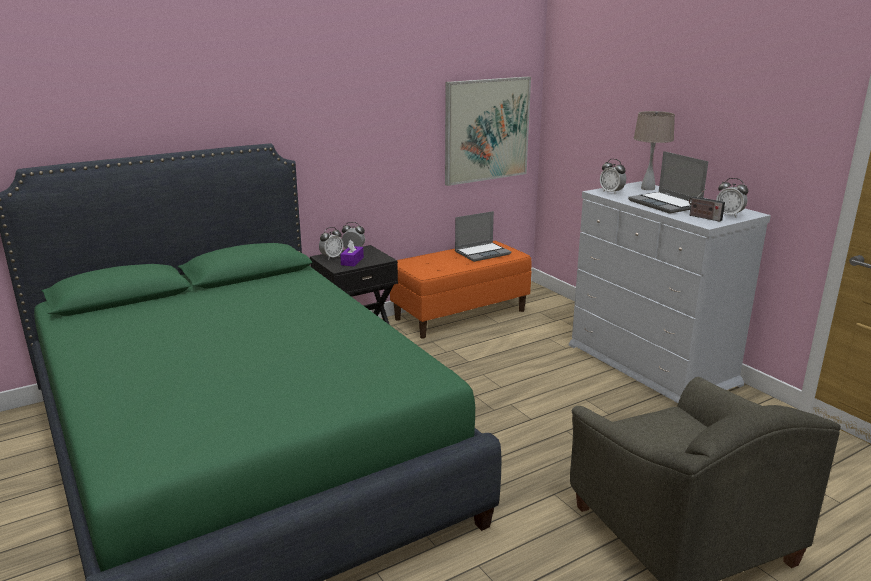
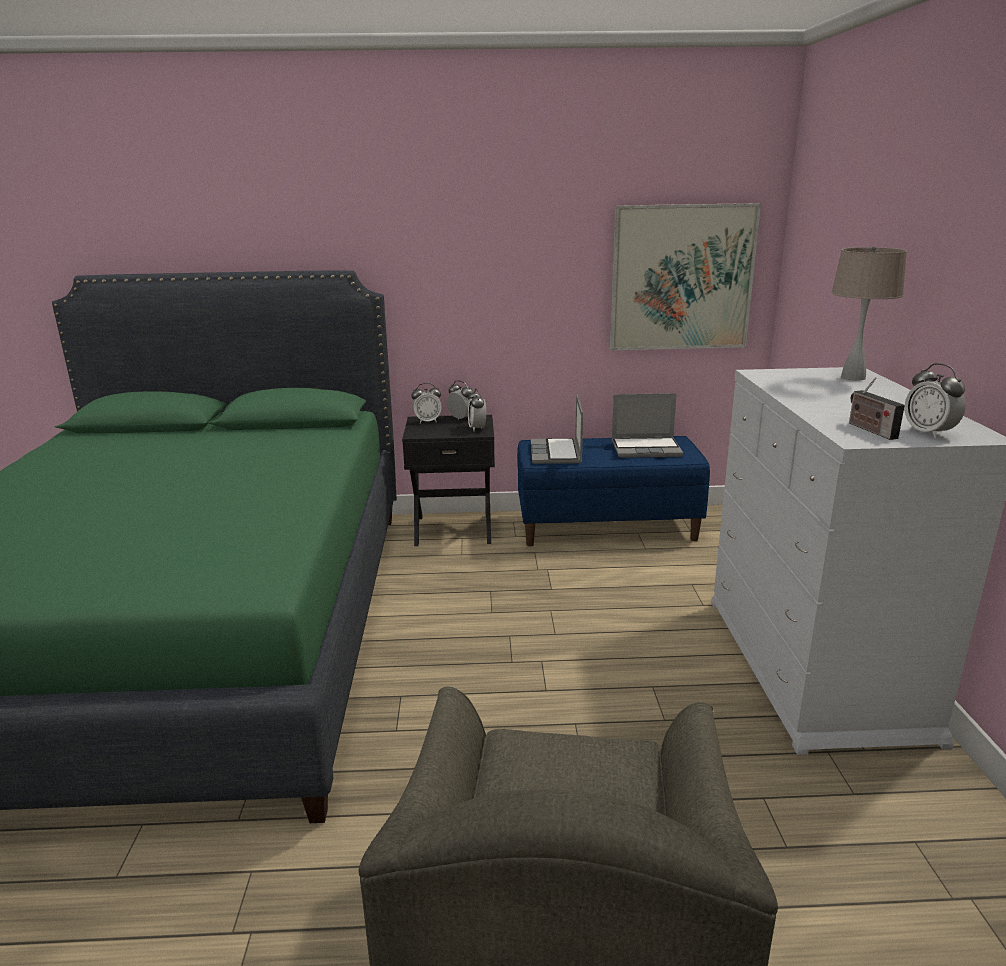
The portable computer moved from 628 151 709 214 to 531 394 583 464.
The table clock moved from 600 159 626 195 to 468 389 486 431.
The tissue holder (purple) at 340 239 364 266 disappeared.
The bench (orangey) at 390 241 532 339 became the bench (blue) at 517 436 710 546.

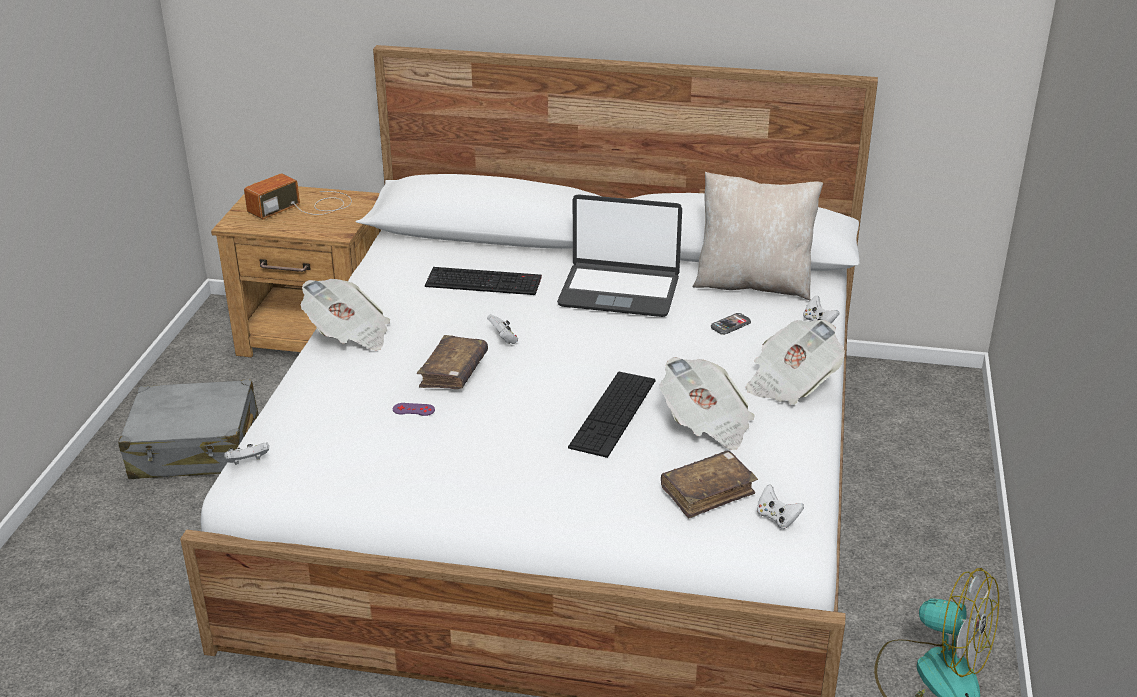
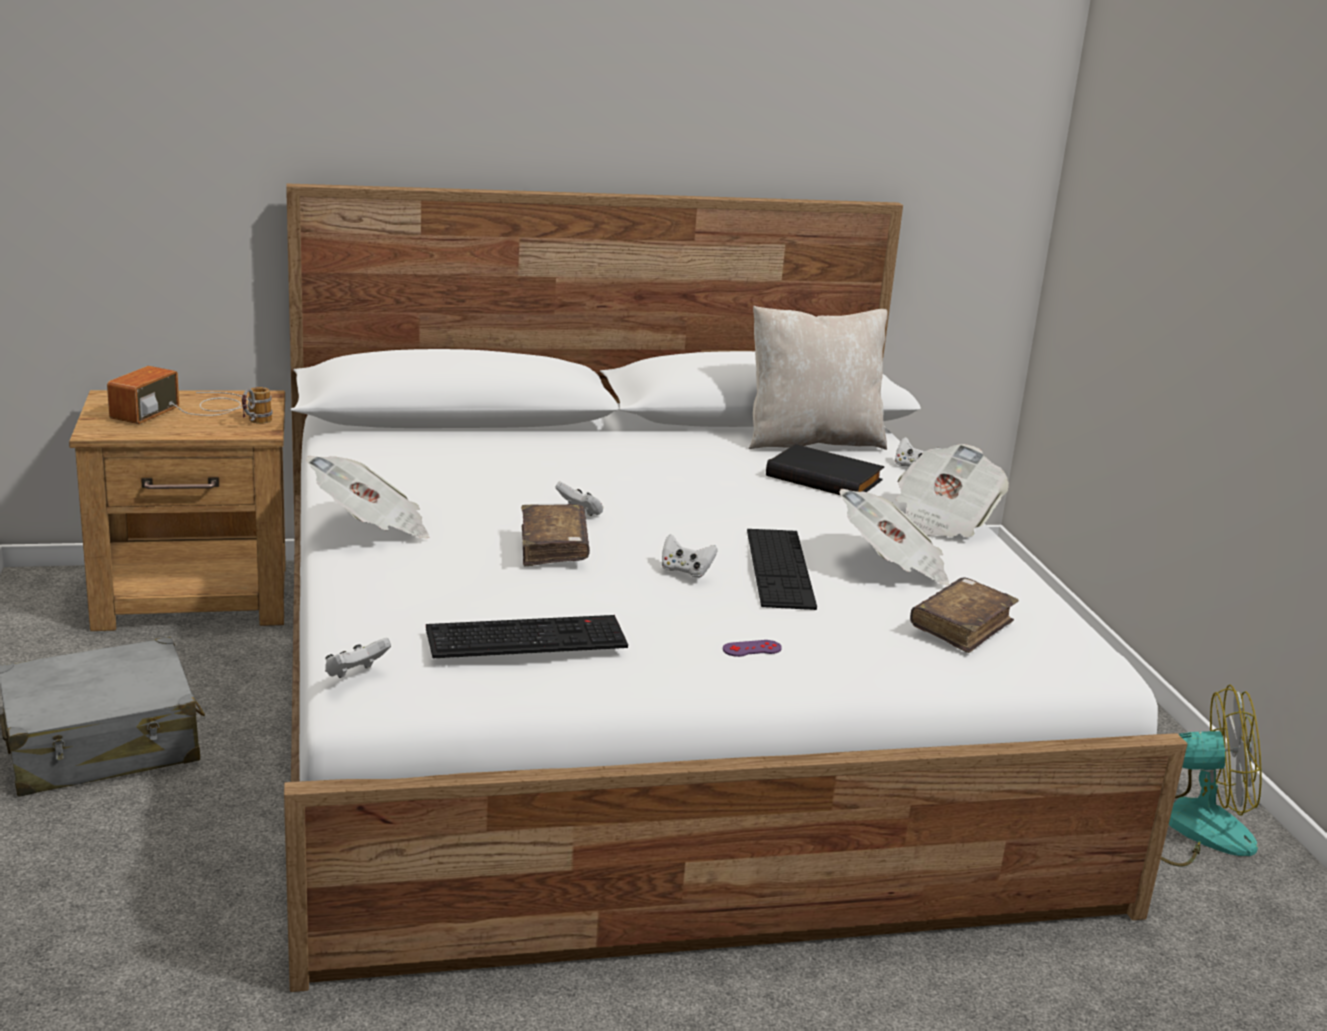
The portable computer at 557 194 682 317 disappeared.
The computer keyboard moved from 425 267 542 295 to 426 615 628 658.
The handset at 711 313 751 335 was replaced by the volume (black) at 766 444 884 495.
The joypad (purple) moved from 393 403 435 416 to 723 640 782 657.
The joypad (white) moved from 757 484 804 529 to 662 534 718 578.
The tea mug at 241 387 273 424 appeared.

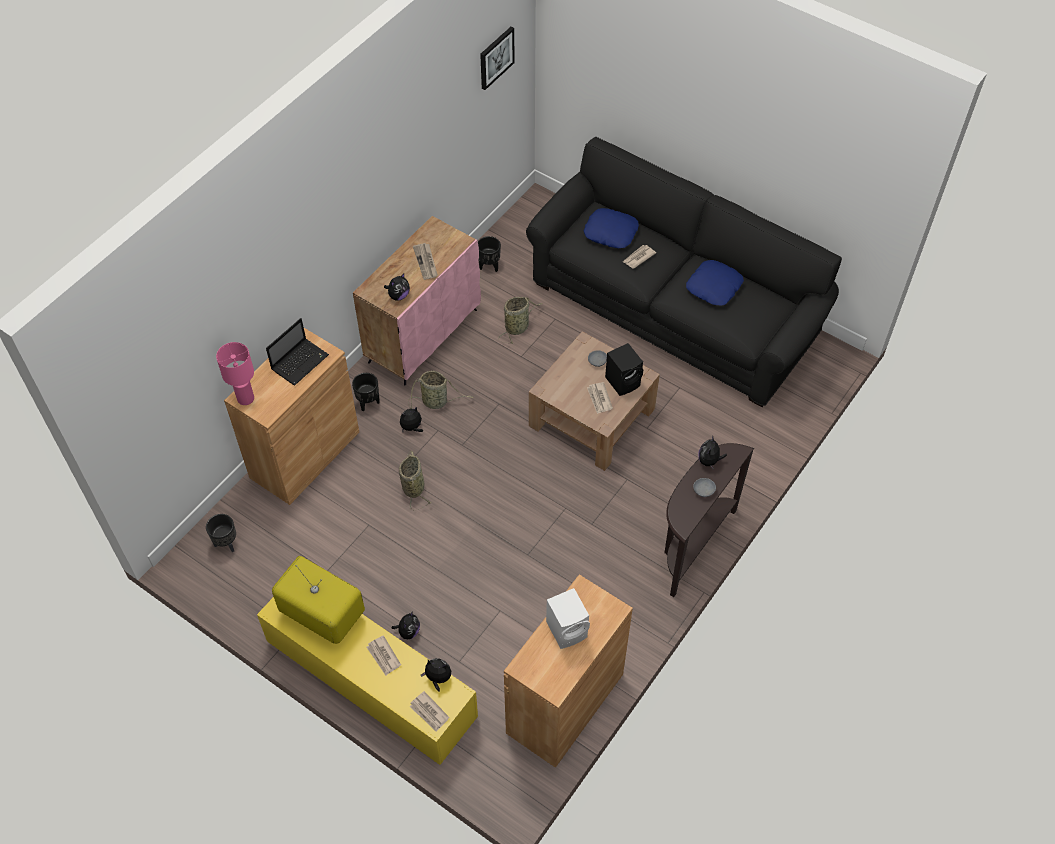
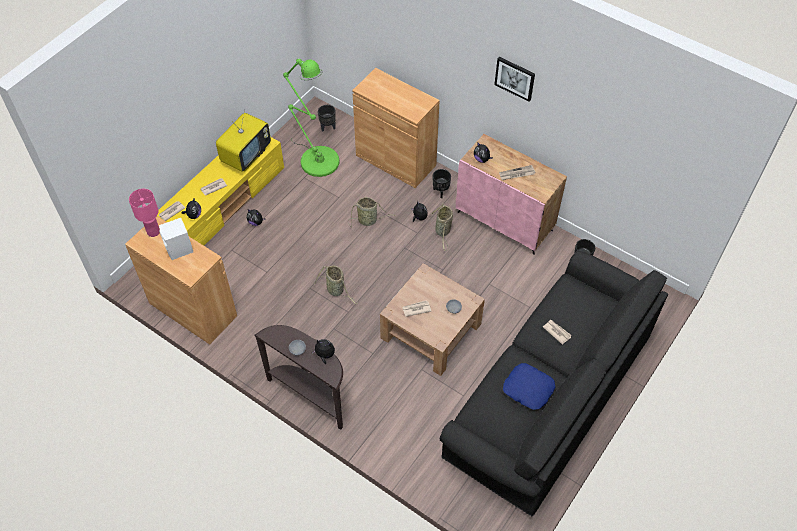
The wall art moved from 480 27 515 90 to 494 57 535 102.
The cushion (blue) at 584 208 639 248 disappeared.
The storage basket moved from 498 297 542 344 to 314 266 358 304.
The portable computer at 266 318 329 385 disappeared.
The lamp for a table (pinkish) moved from 216 342 254 405 to 129 189 160 237.
The loudspeaker (black) at 605 343 643 396 disappeared.
The standard lamp (greenish) at 283 59 339 177 appeared.

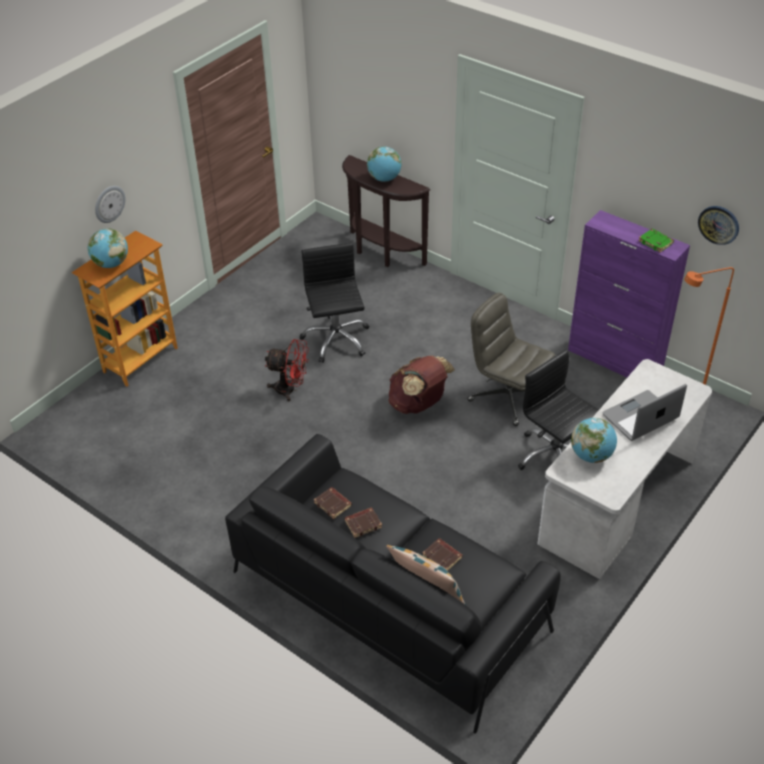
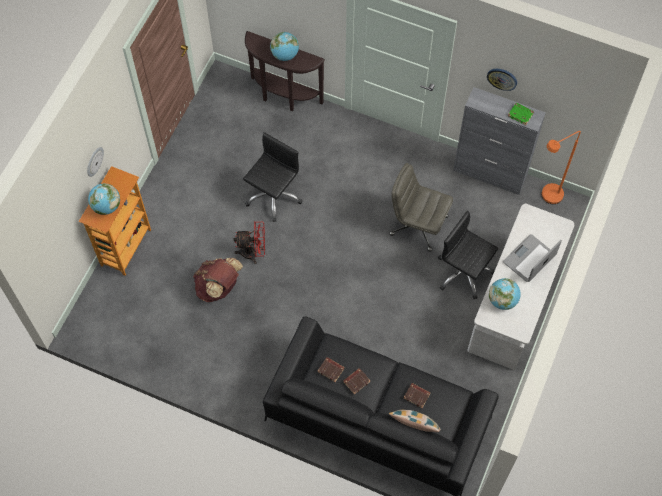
The clock on the wall moved from 698 206 739 245 to 487 69 517 91.
The storage cabinet (purple) at 568 210 690 377 became the storage cabinet (gray) at 453 87 546 195.
The office chair (black) at 299 243 369 363 turned 60 degrees clockwise.
The rucksack (brown) moved from 388 356 455 414 to 193 258 243 302.

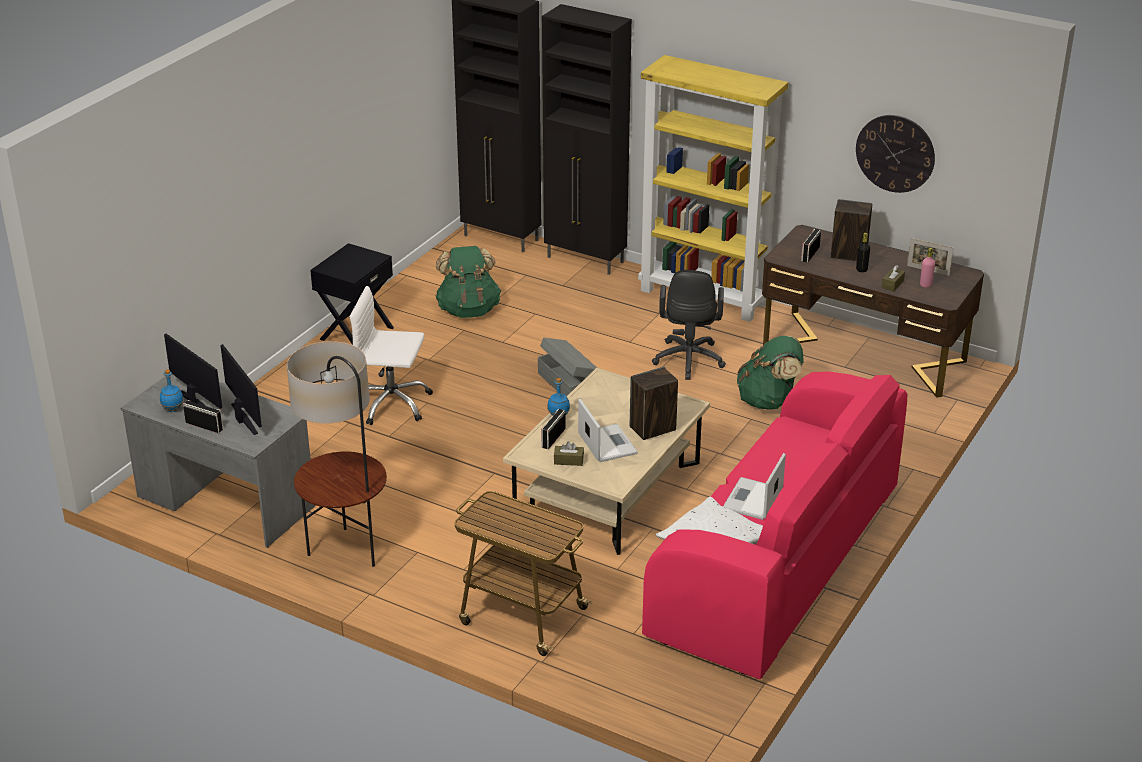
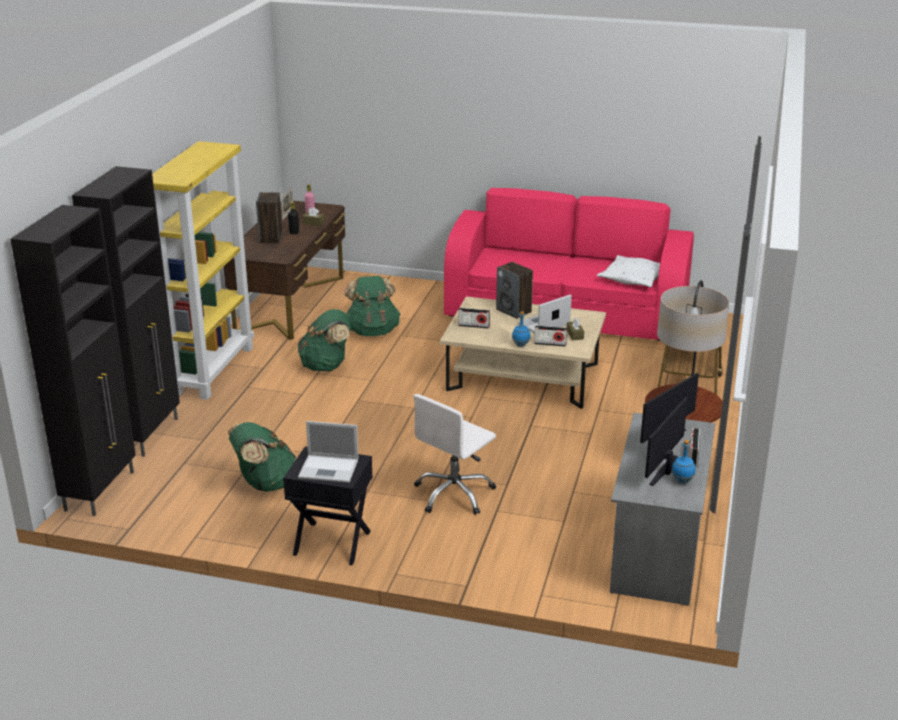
The clock on the wall at 856 115 935 193 disappeared.
The radio receiver moved from 801 229 821 262 to 458 308 490 329.
The office chair (black) at 652 270 726 380 was replaced by the rucksack (greenish) at 298 309 351 371.
The office chair (white) at 350 286 433 425 turned 45 degrees clockwise.
The storage box (gray) at 538 338 597 396 disappeared.
The portable computer moved from 723 453 786 520 to 298 421 358 483.

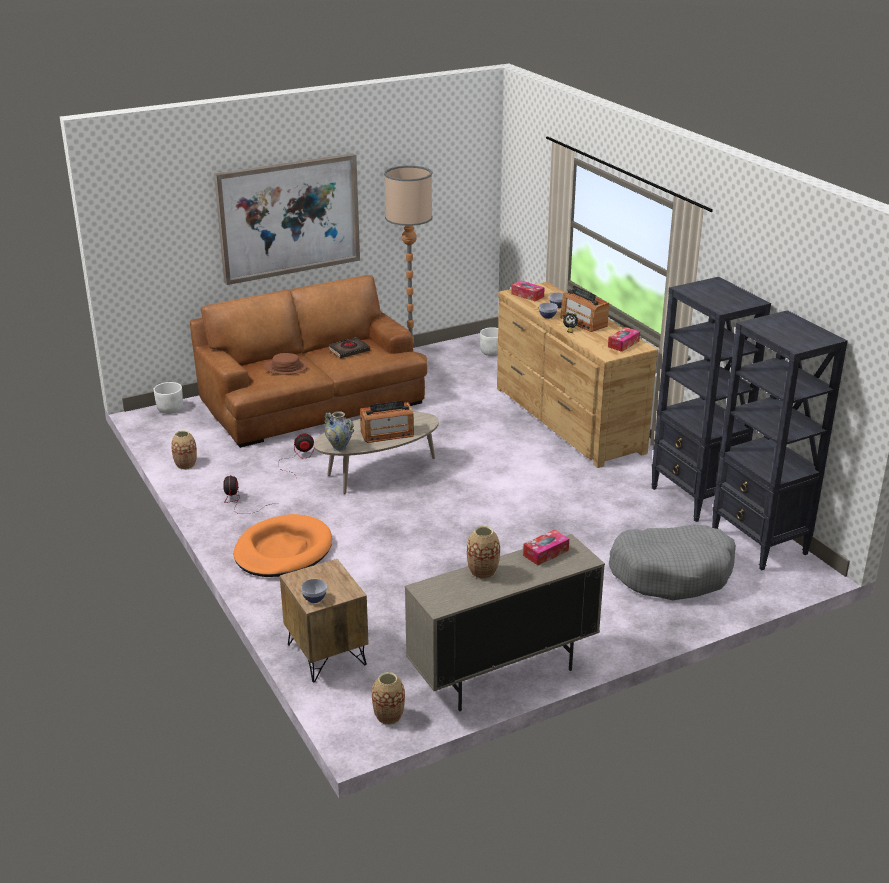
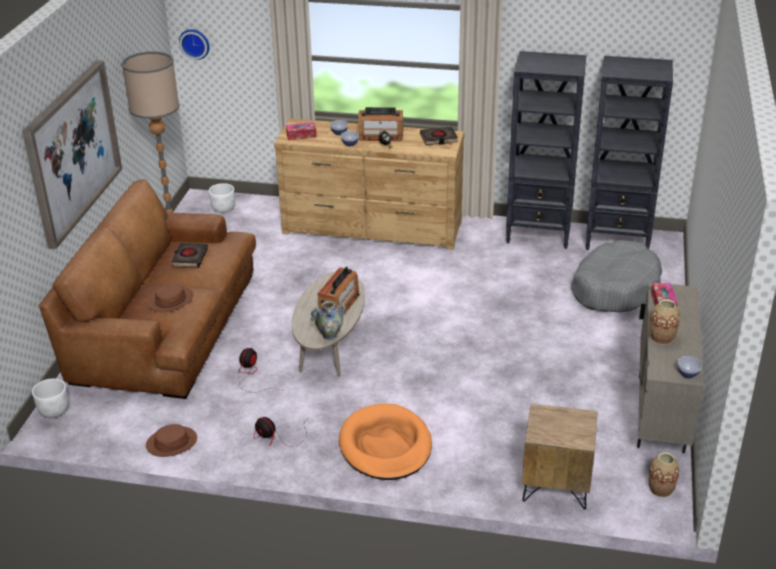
The tissue holder at 608 327 640 352 was replaced by the volume (black) at 420 127 458 145.
The flower vase at 171 430 197 470 was replaced by the wearable hat (brown) at 146 424 197 457.
The serving bowl moved from 301 579 327 603 to 678 356 702 378.
The clock on the wall at 179 29 209 60 appeared.

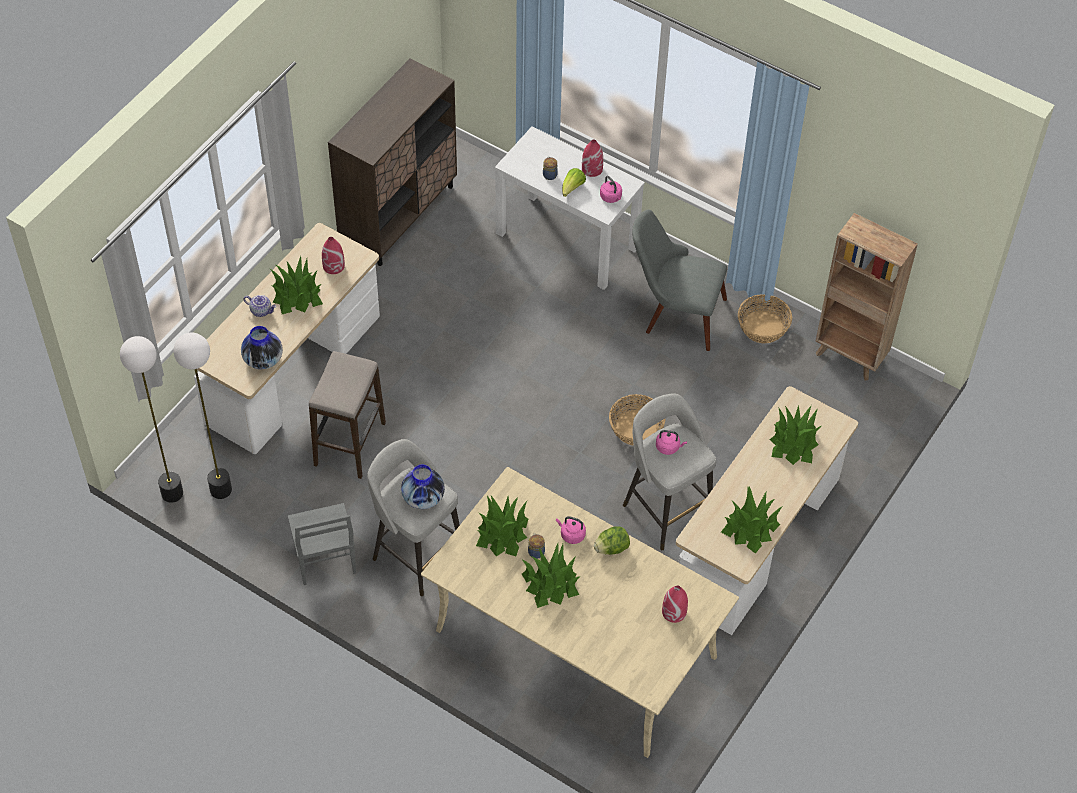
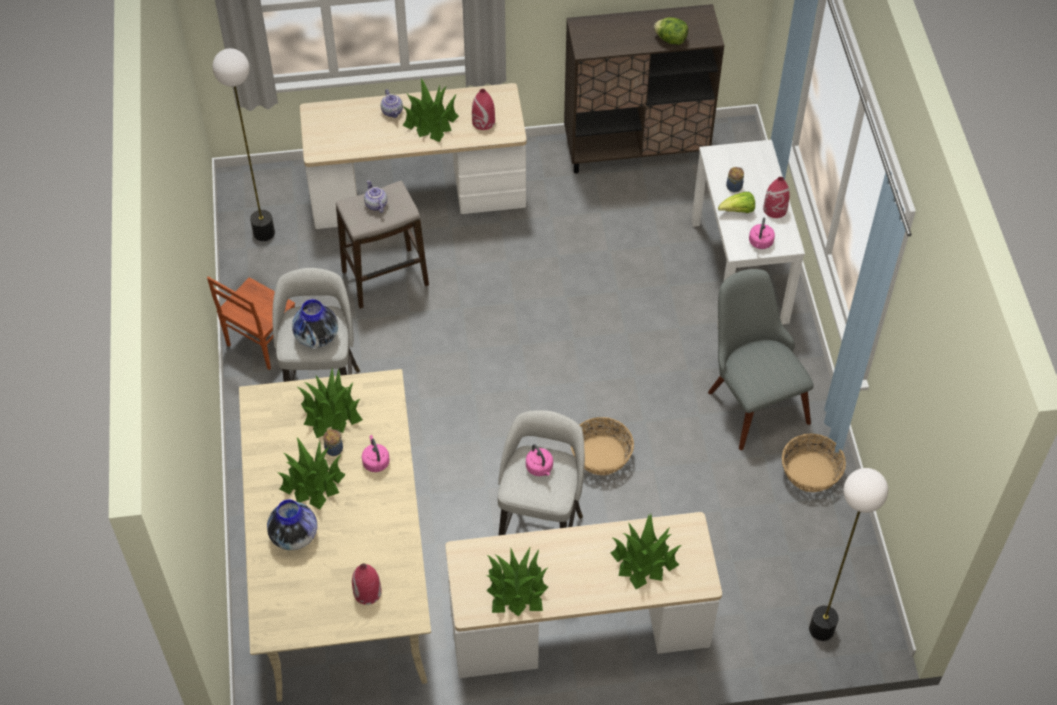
The shelving unit (brown) at 815 213 918 380 disappeared.
The flower vase moved from 241 326 283 369 to 267 500 317 550.
The standard lamp moved from 120 336 183 503 to 809 468 888 641.
The upright chair (gray) at 288 503 356 585 became the upright chair (brown) at 207 277 295 370.
The head of lettuce moved from 594 526 630 555 to 654 17 688 45.
The teapot at 364 180 387 213 appeared.

